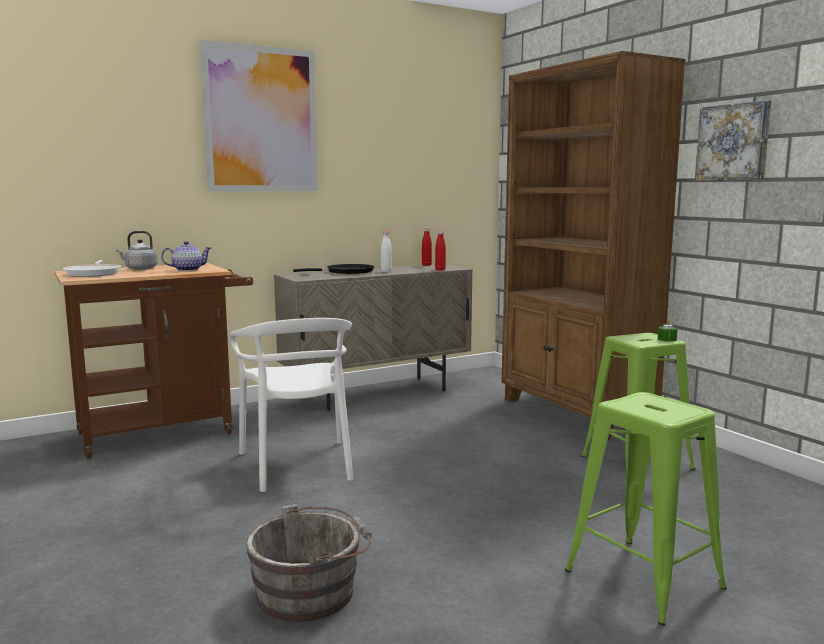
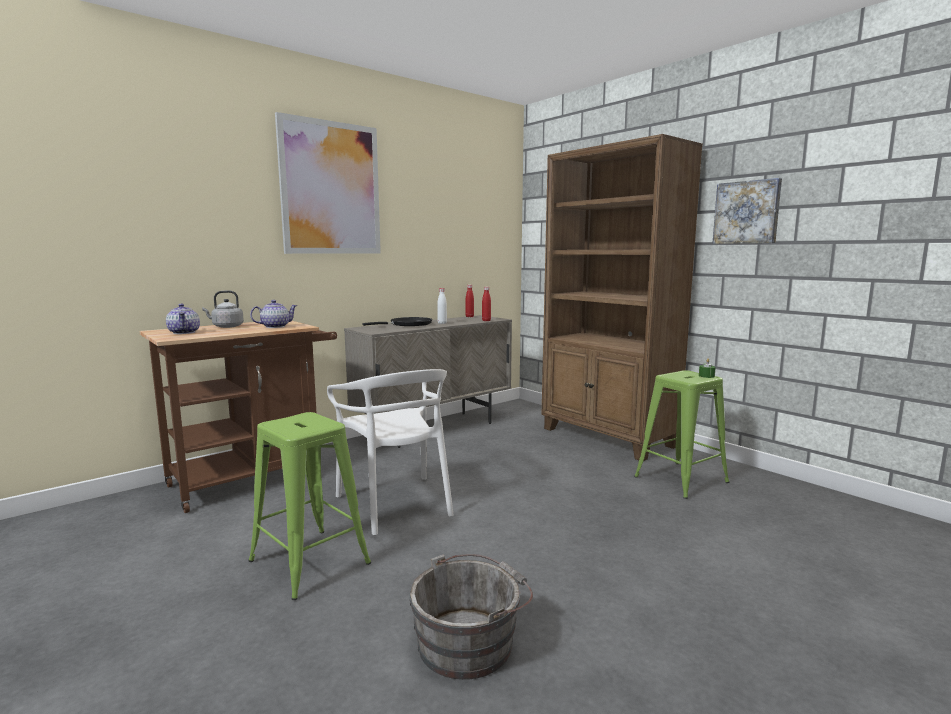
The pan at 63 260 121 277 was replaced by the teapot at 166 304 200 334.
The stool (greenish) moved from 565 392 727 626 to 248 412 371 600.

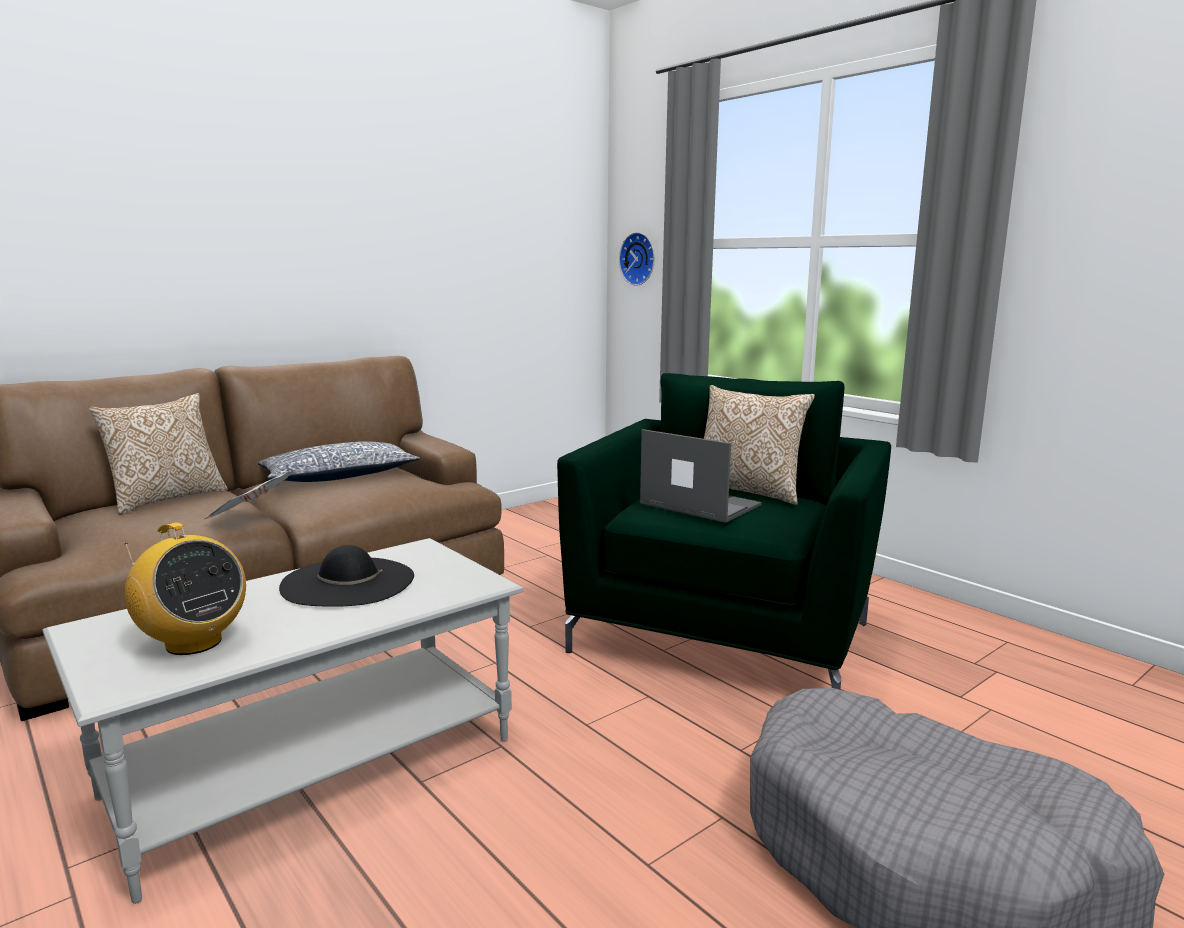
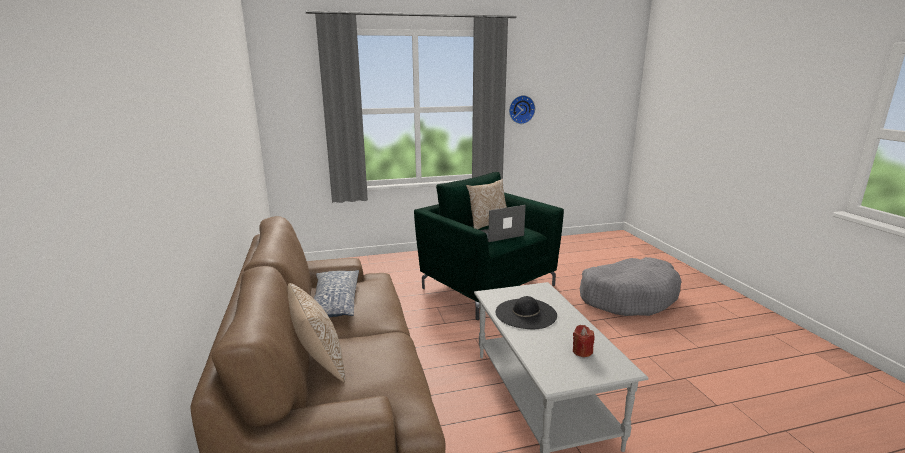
The clock on the wall moved from 619 232 655 286 to 509 95 535 124.
The daily paper at 204 471 294 519 disappeared.
The radio receiver at 125 522 246 655 was replaced by the wax light (red) at 573 325 595 357.

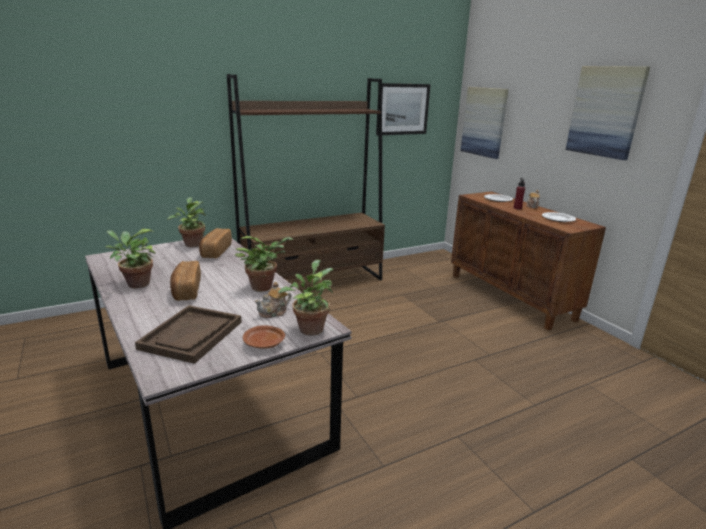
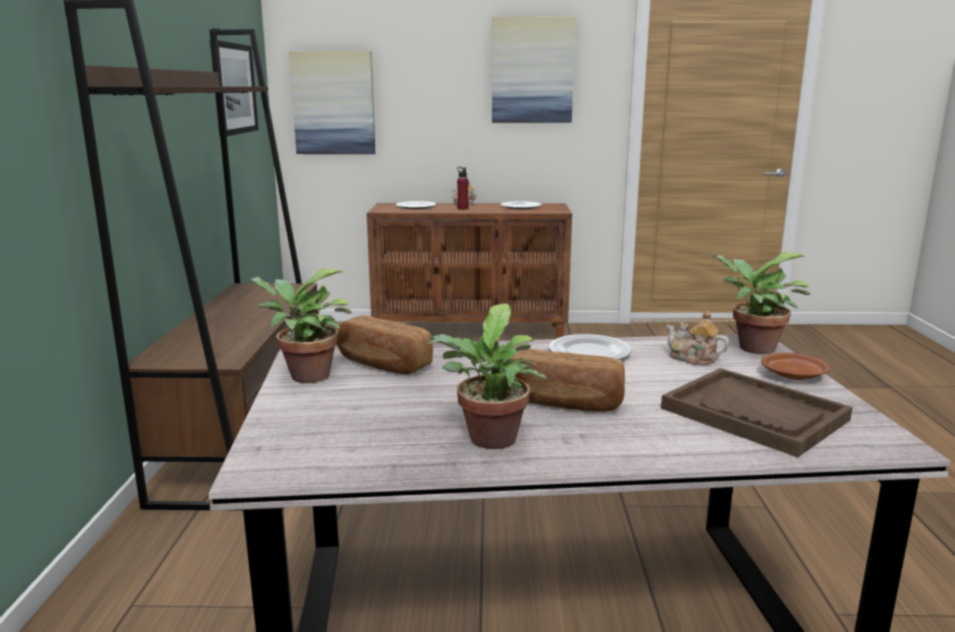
The houseplant at 235 236 293 292 was replaced by the dinner plate at 549 334 632 360.
The teapot at 255 282 292 318 turned 135 degrees clockwise.

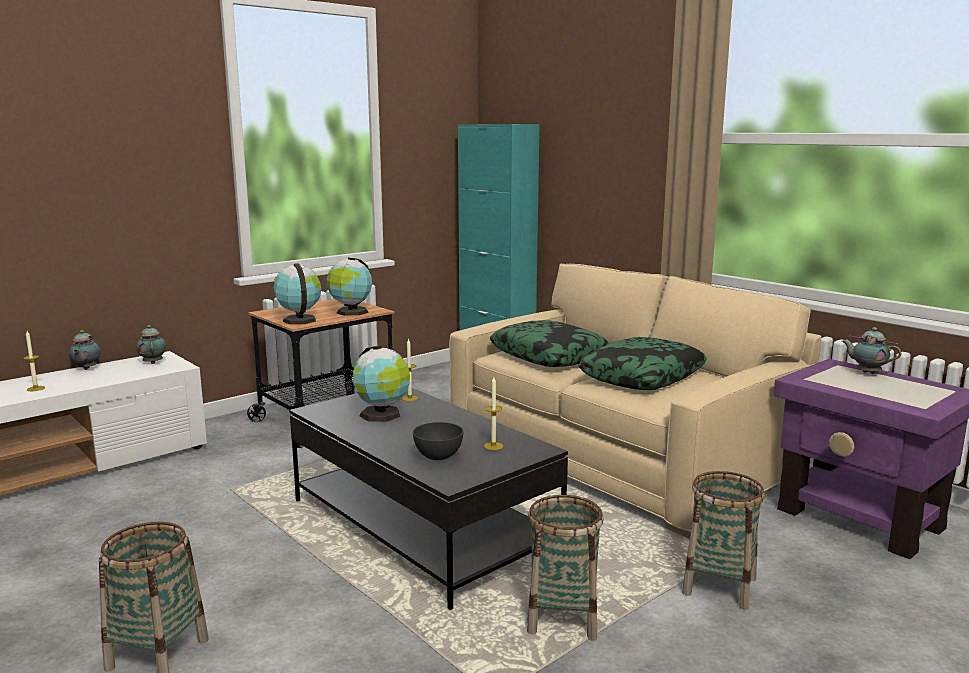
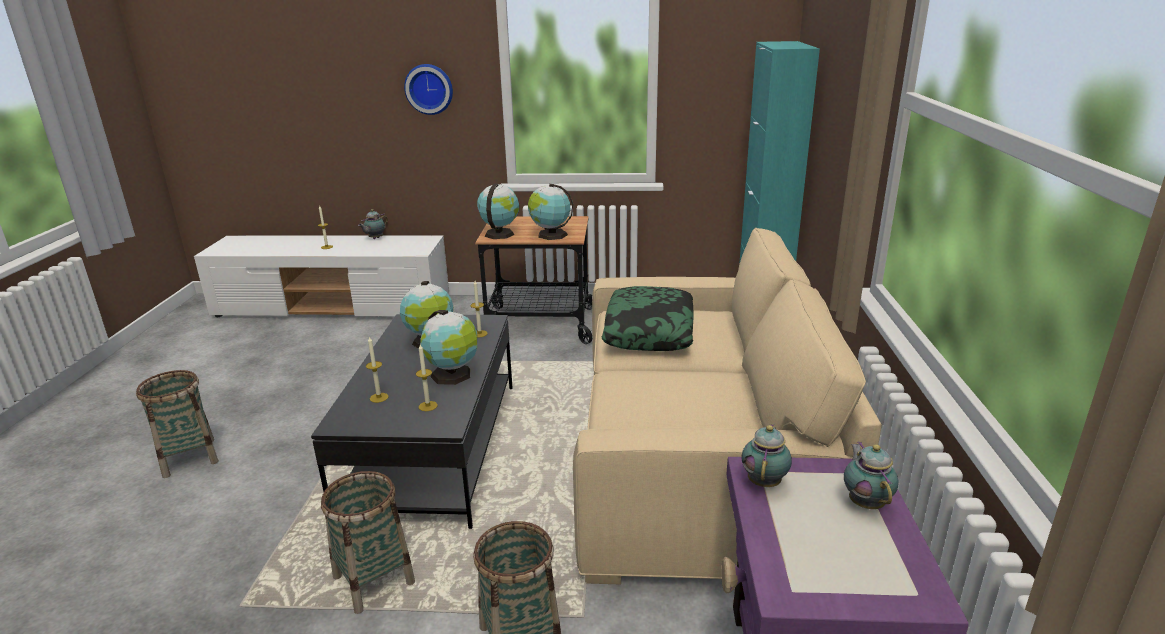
The teapot moved from 136 325 166 364 to 742 424 792 487.
The cushion at 578 337 707 390 disappeared.
The serving bowl (gray) at 413 422 463 460 was replaced by the wax light at 366 337 389 403.
The clock on the wall at 404 64 453 115 appeared.
The globe at 420 310 477 385 appeared.

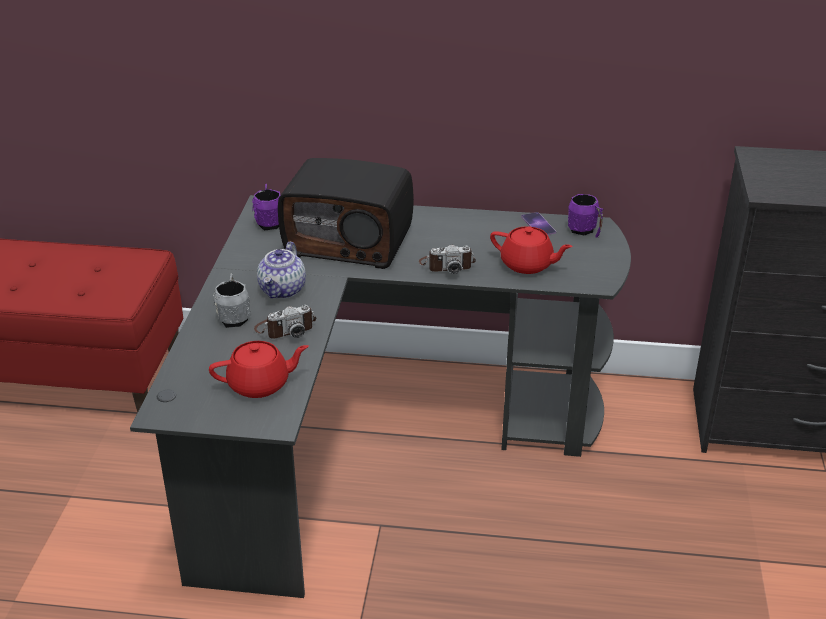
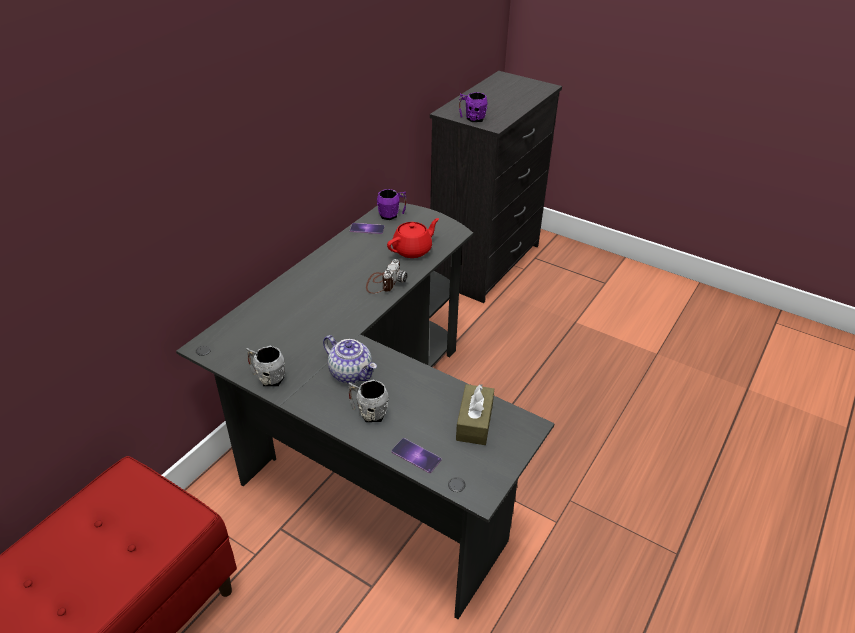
The radio receiver at 278 158 414 269 disappeared.
The tea mug (purple) moved from 252 184 280 230 to 459 92 488 122.
The photo camera at 254 305 316 339 disappeared.
The teapot (red) at 209 341 309 398 was replaced by the tissue holder (brown) at 456 384 494 445.
The tea mug (gray) at 247 346 285 386 appeared.
The handset at 391 438 442 473 appeared.

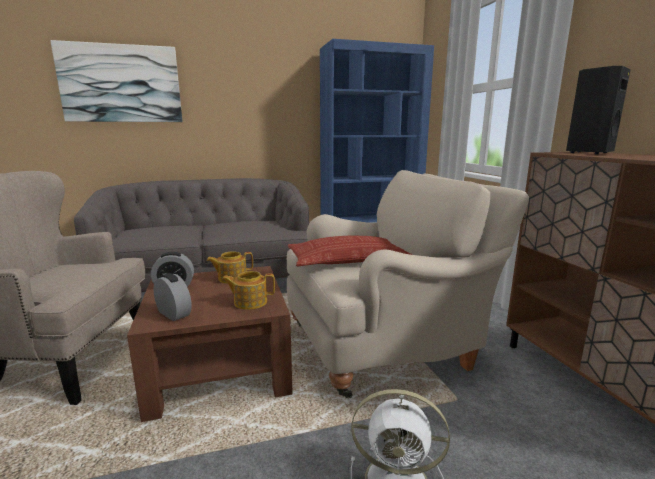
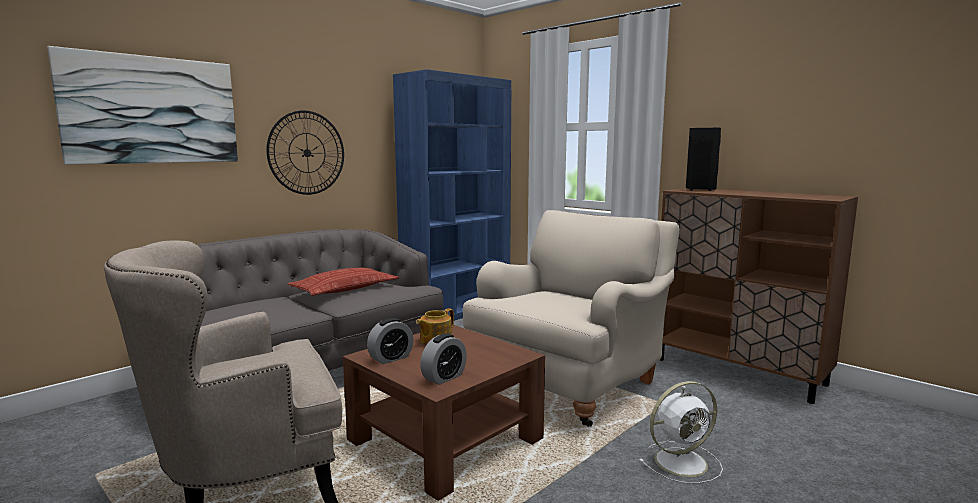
The cushion moved from 288 236 413 266 to 288 268 399 296.
The teapot at 221 271 275 310 disappeared.
The table clock at 153 273 192 321 turned 120 degrees clockwise.
The clock on the wall at 266 110 344 195 appeared.

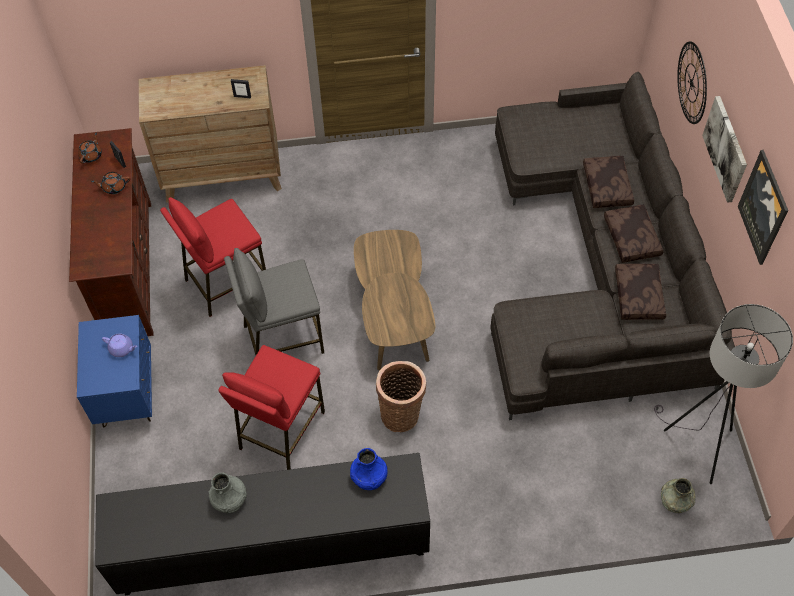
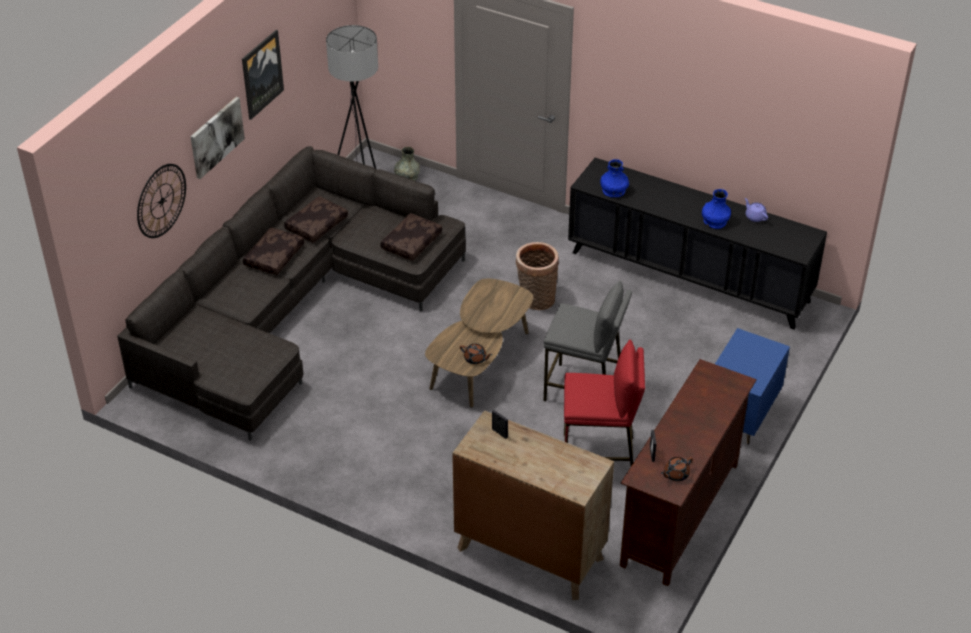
The cushion (brown) moved from 583 156 634 208 to 380 213 442 261.
The teapot (brown) moved from 91 172 130 194 to 460 343 493 364.
The teapot (purple) moved from 102 333 137 357 to 745 198 768 222.
The stool (red) at 218 345 325 470 disappeared.
The flower vase (gray) at 209 472 247 513 became the flower vase (blue) at 702 189 731 229.

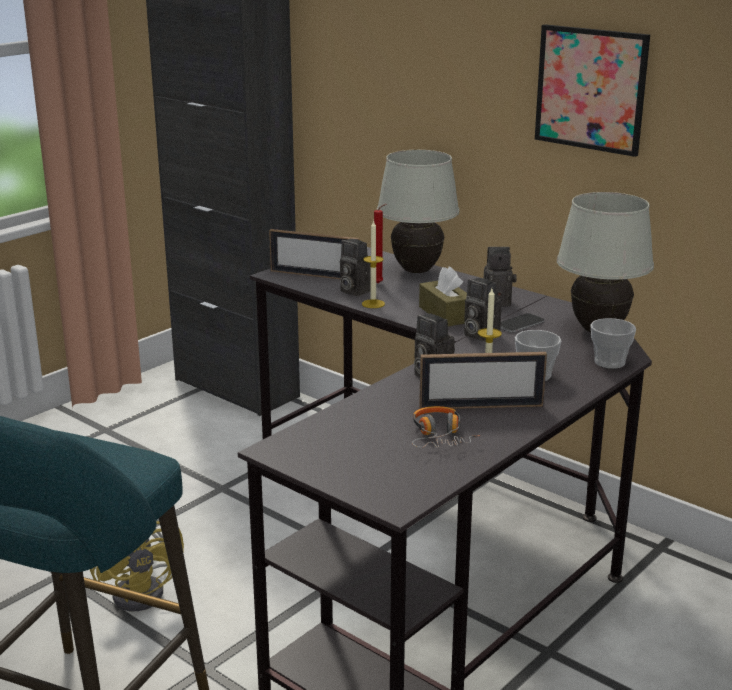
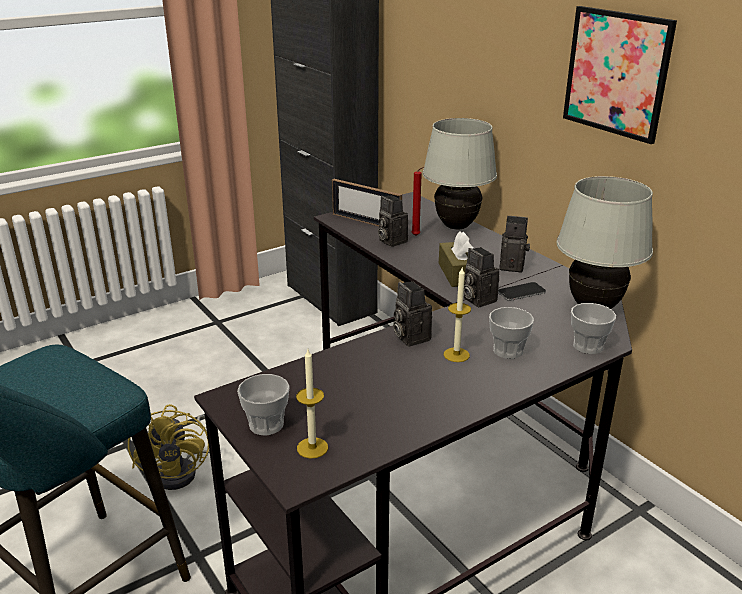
The wax light moved from 362 220 385 308 to 296 349 328 459.
The picture frame at 419 352 547 409 disappeared.
The pair of headphones at 412 406 480 448 disappeared.
The small cup at 237 374 290 435 appeared.

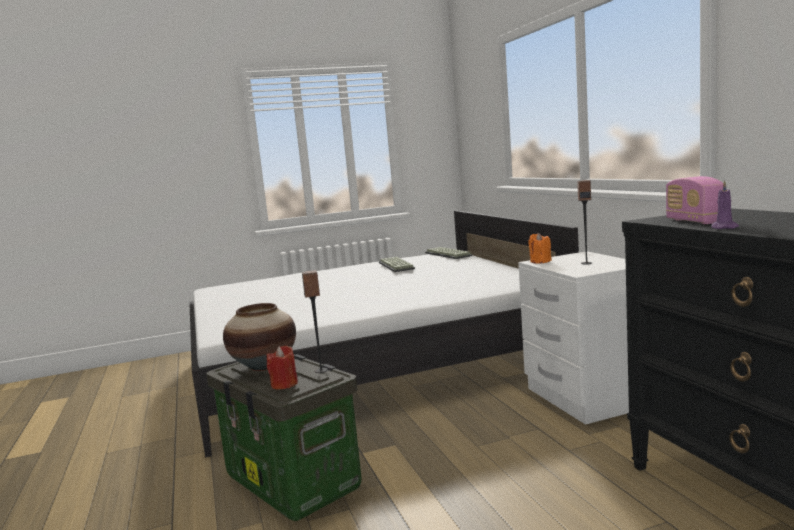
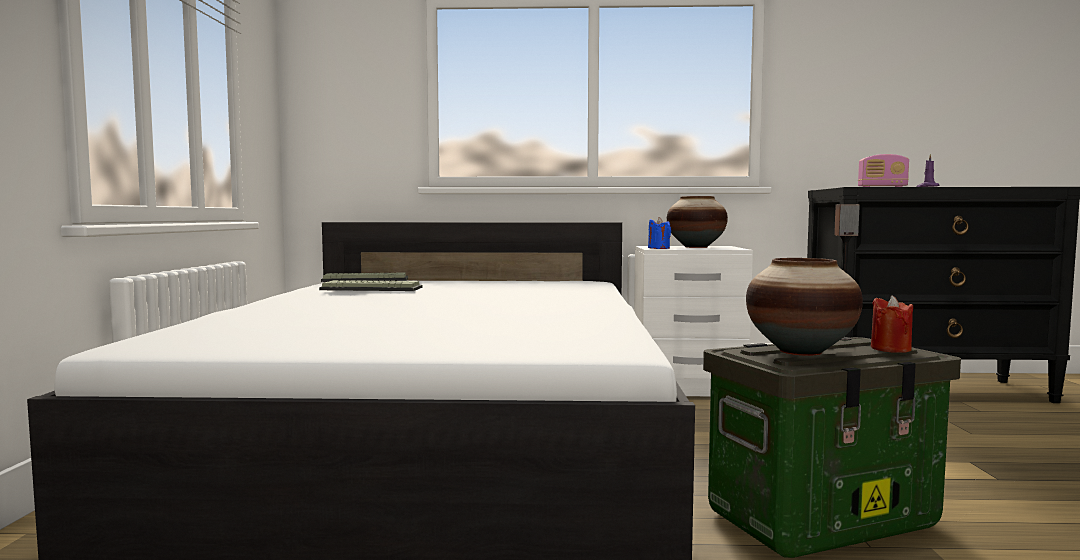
The loudspeaker at 577 180 592 265 was replaced by the flower vase at 667 196 728 248.
The wax light (orangey) at 528 233 552 263 became the wax light (blue) at 648 217 671 249.

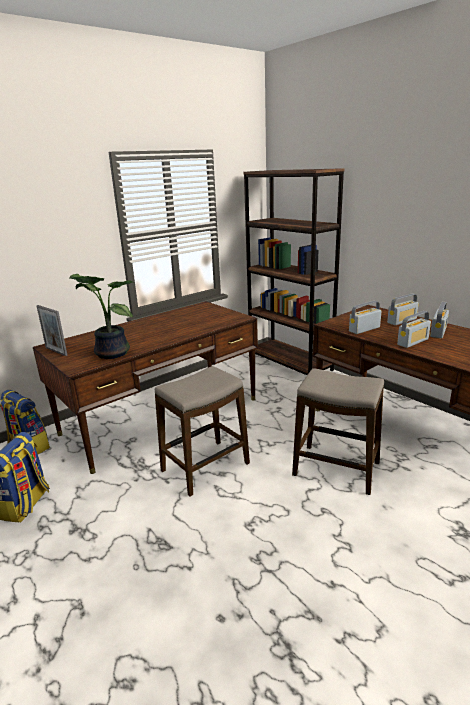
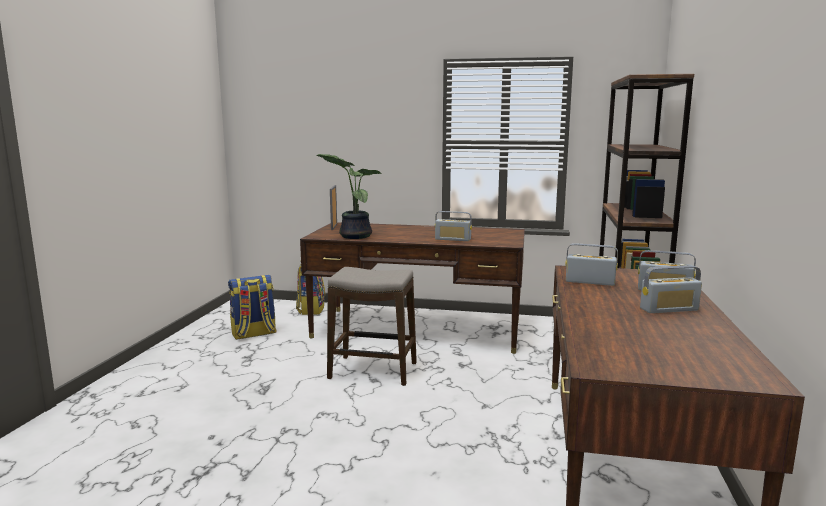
The radio receiver moved from 397 311 431 348 to 435 211 472 241.
The stool at 292 368 384 495 disappeared.

